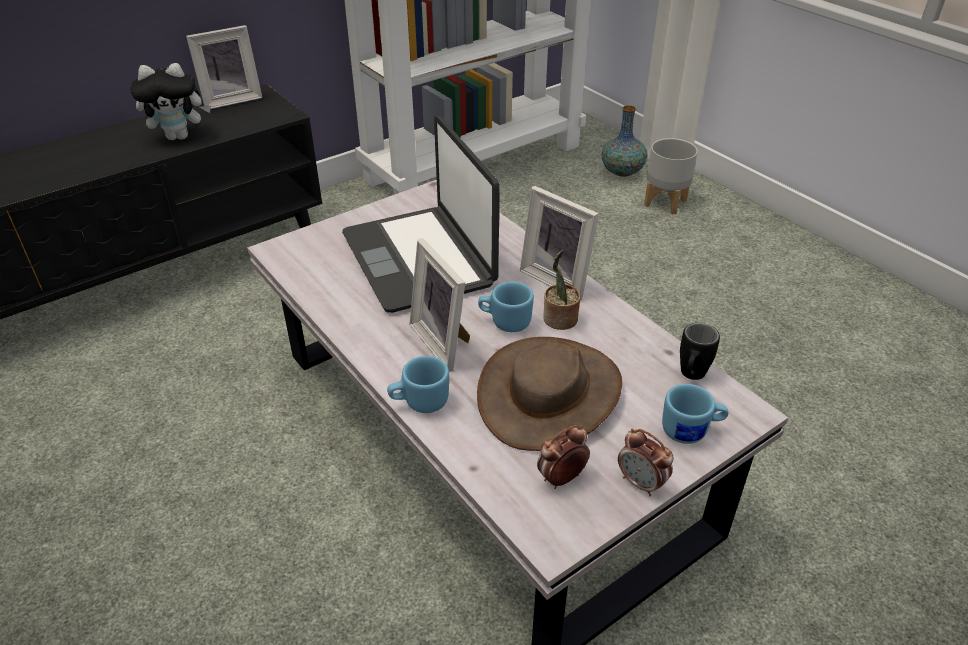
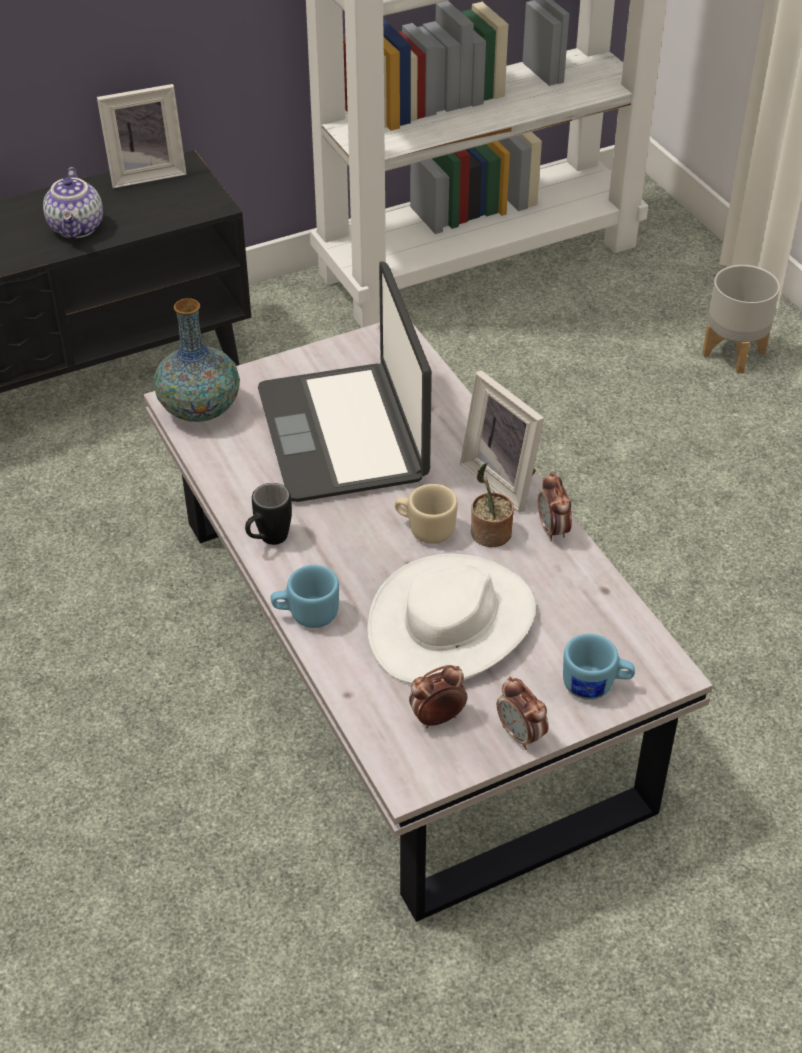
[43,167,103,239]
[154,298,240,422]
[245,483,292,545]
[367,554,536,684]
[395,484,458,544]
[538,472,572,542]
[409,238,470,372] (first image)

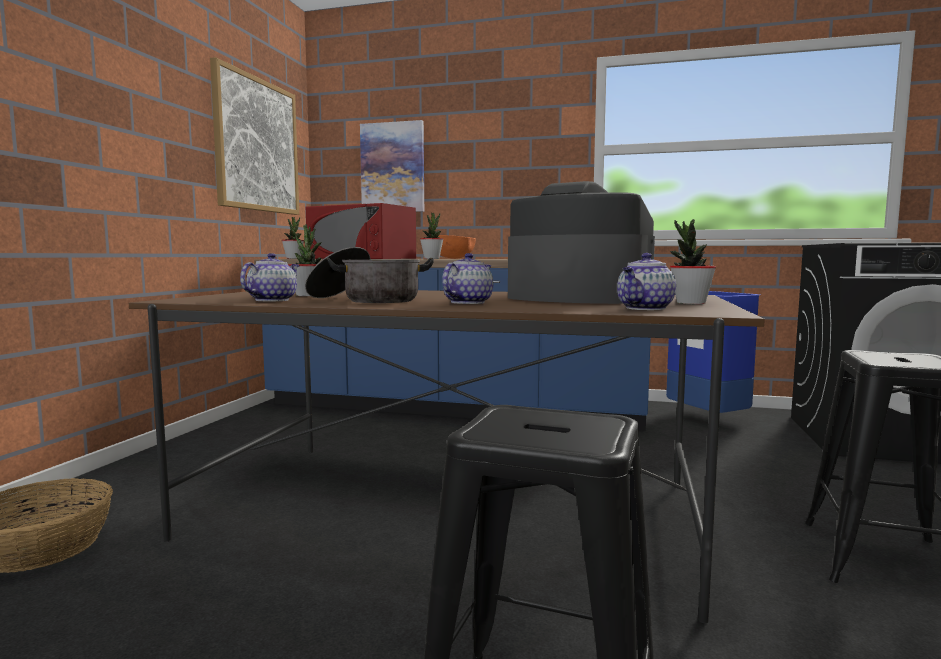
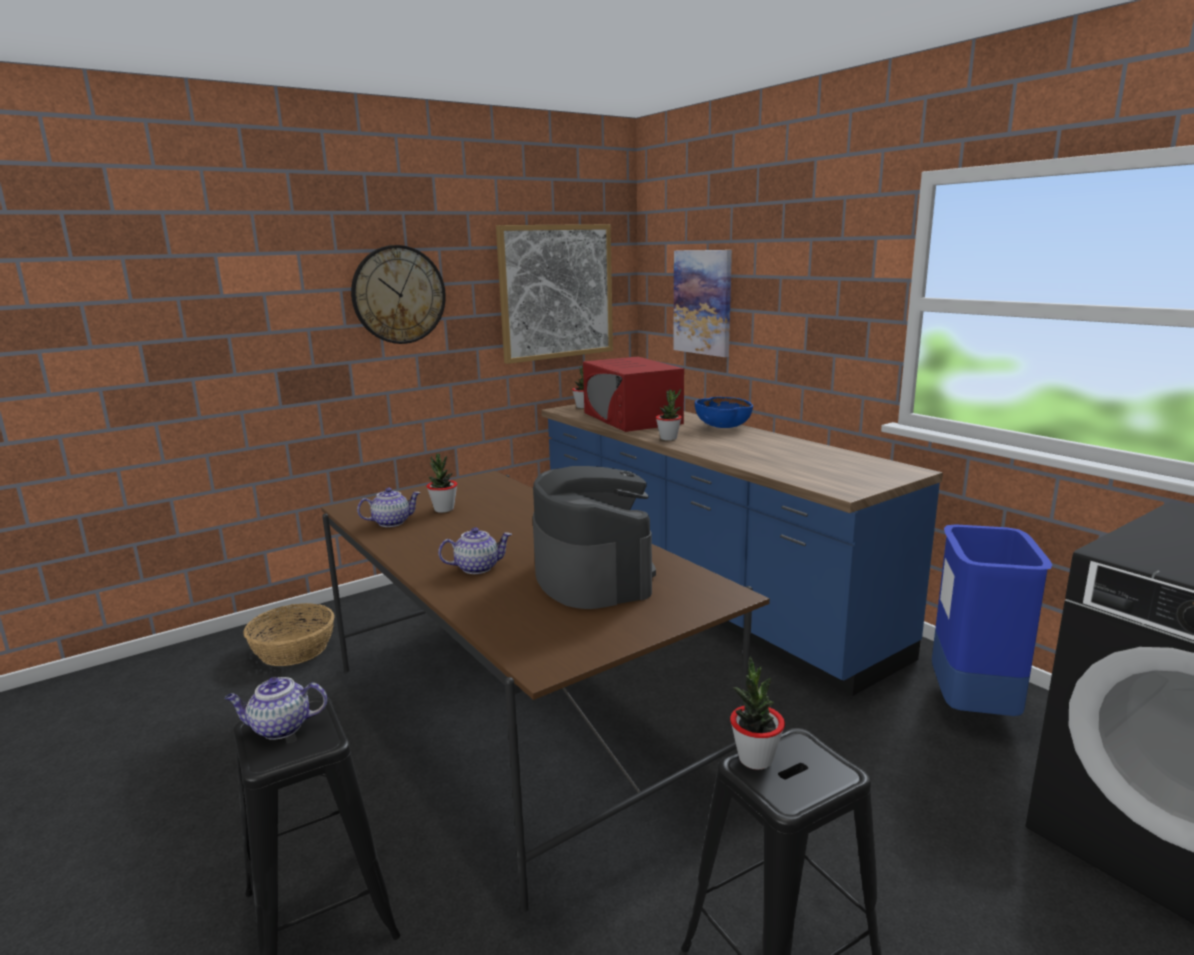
[225,677,327,740]
[351,245,446,344]
[695,397,753,428]
[730,656,785,770]
[305,247,434,303] (first image)

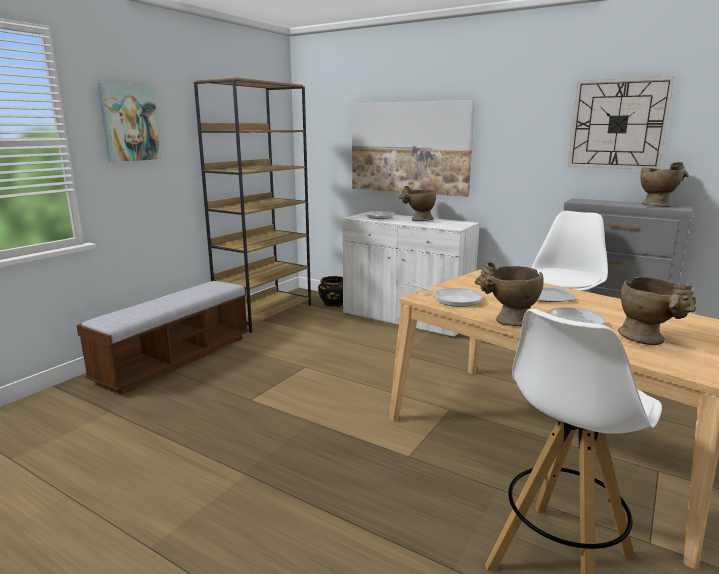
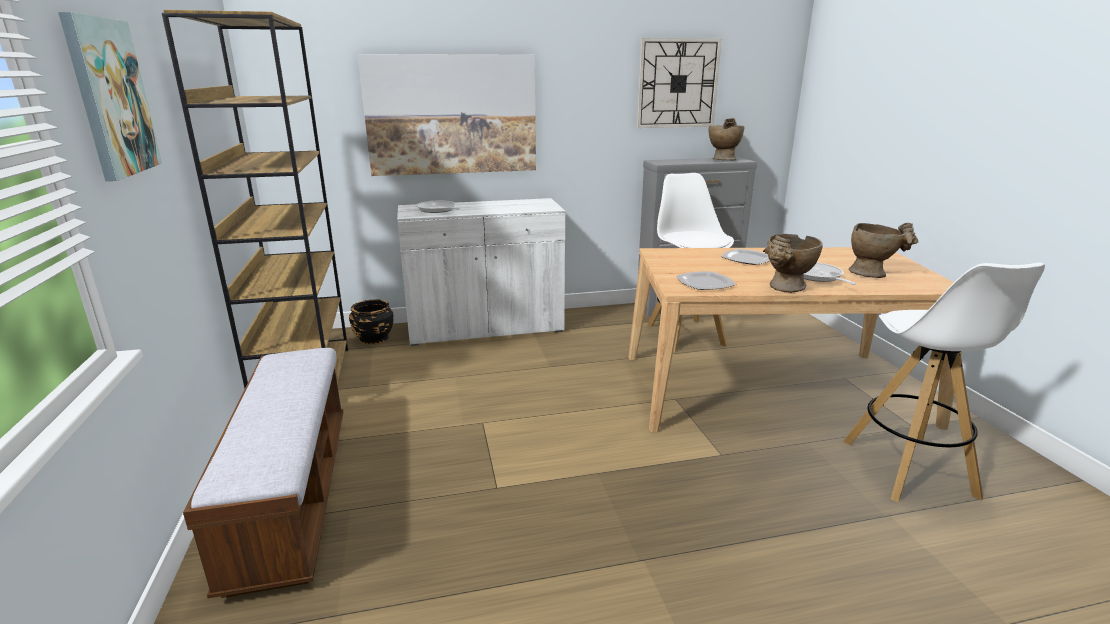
[676,271,736,290]
[399,186,436,221] (first image)

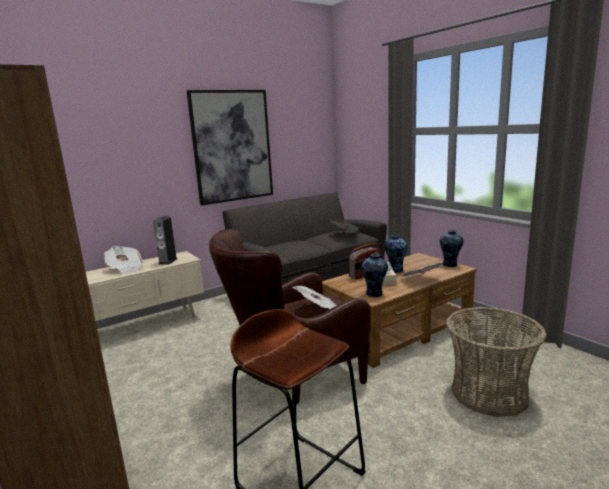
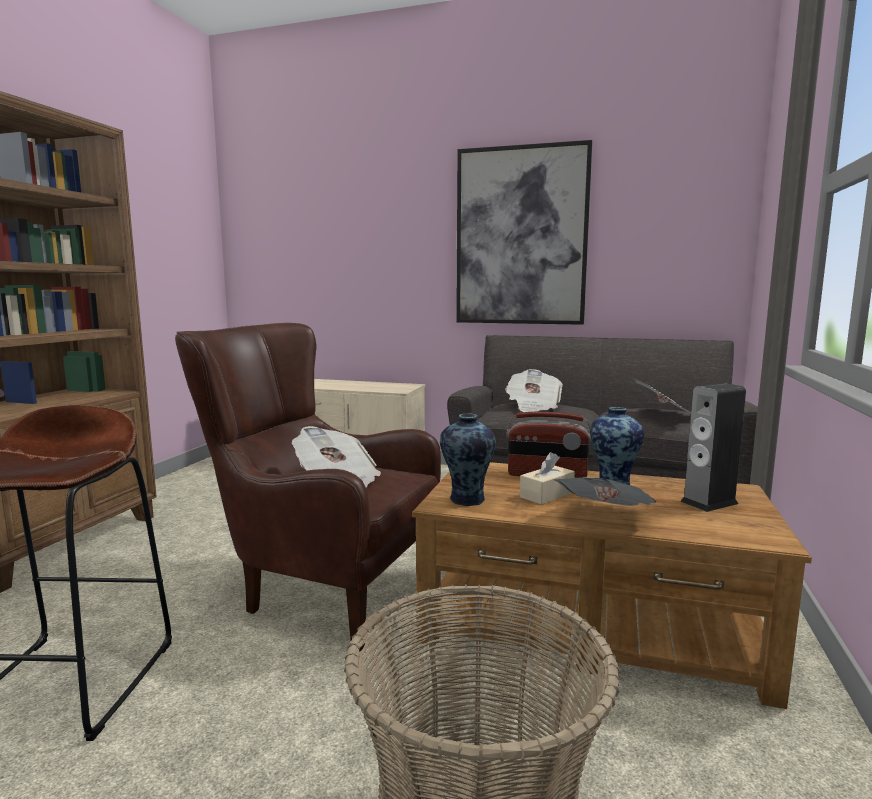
[505,369,563,412]
[680,383,746,512]
[440,230,464,267] (first image)

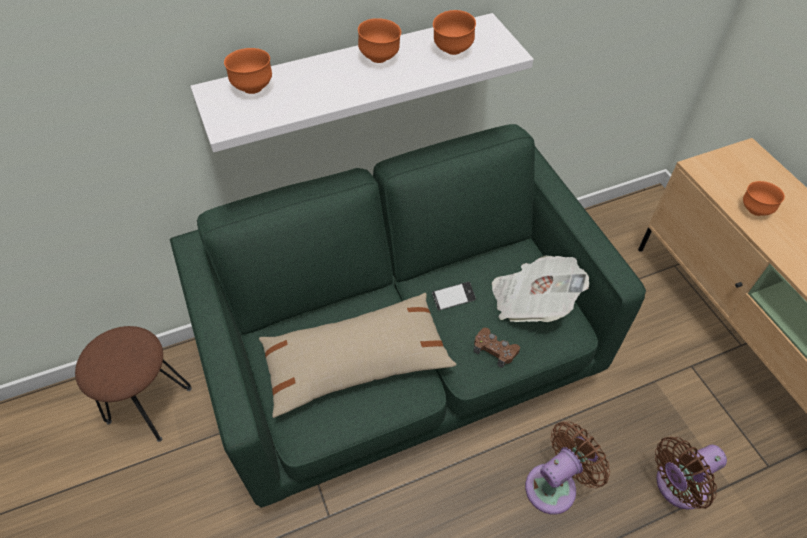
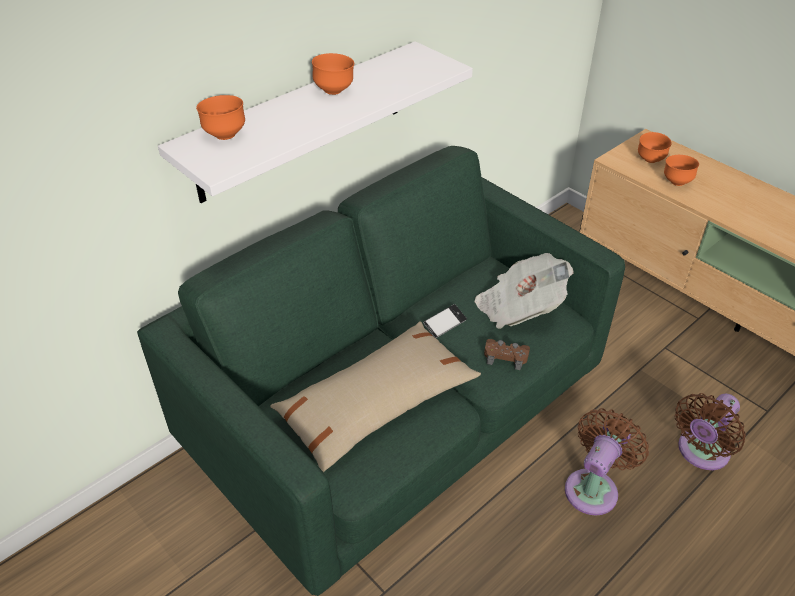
[638,132,672,163]
[75,326,192,442] (first image)

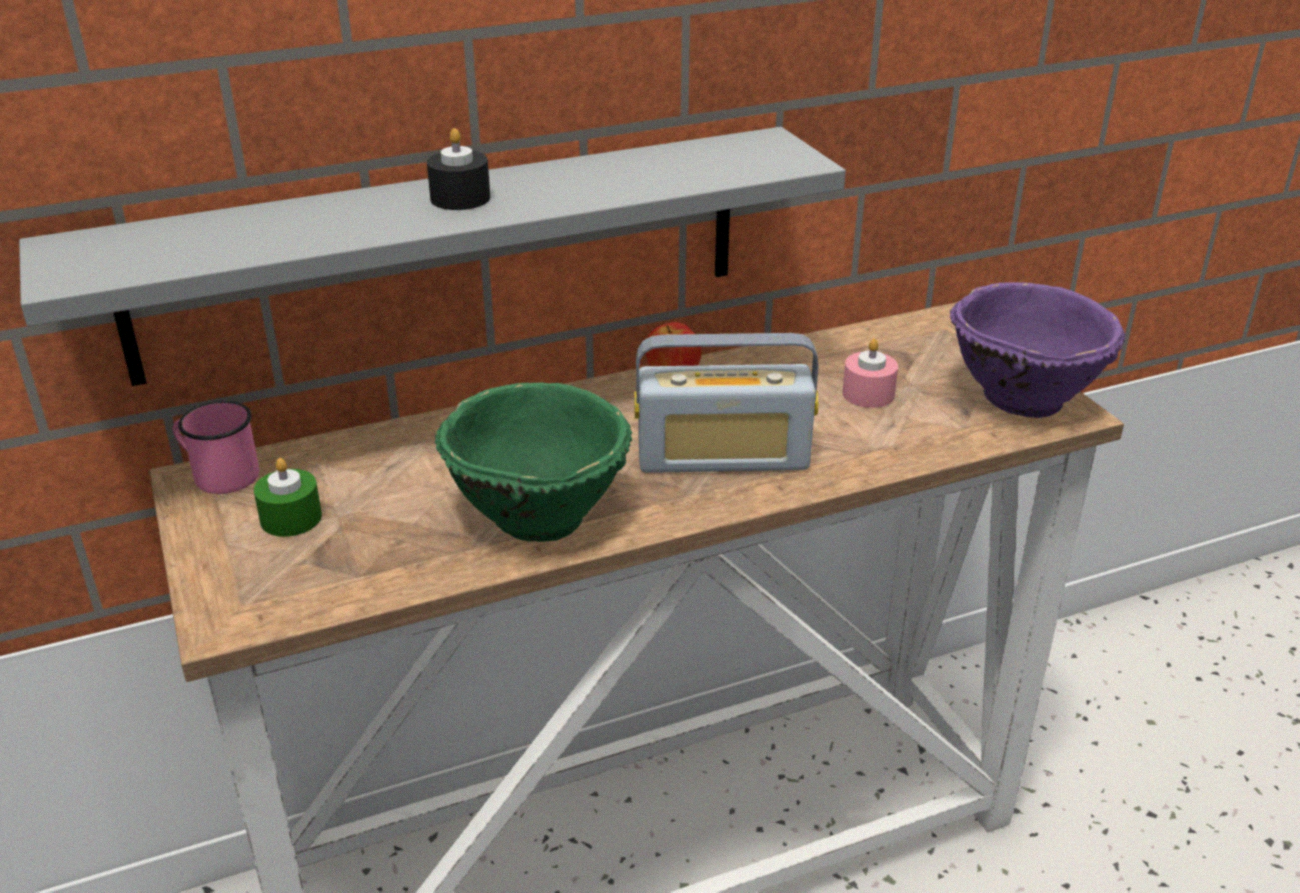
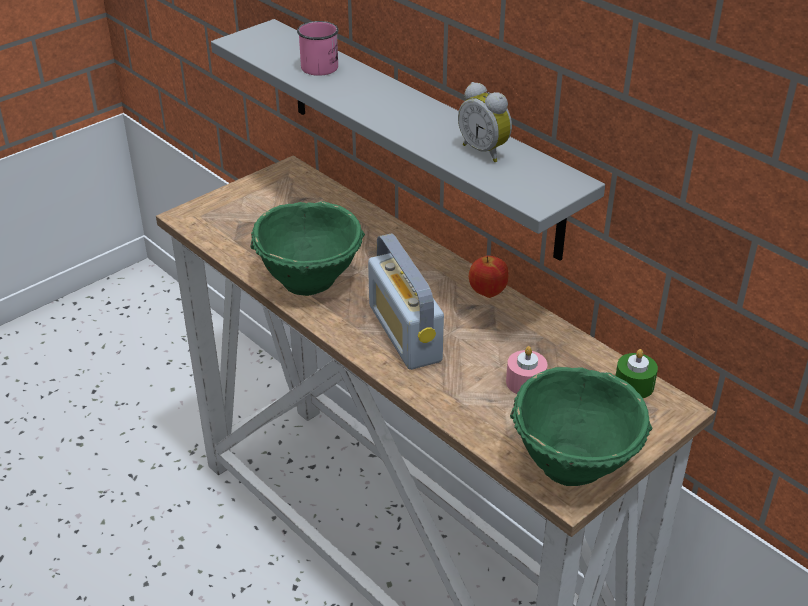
[297,21,339,76]
[458,82,512,162]
[510,367,653,486]
[616,349,658,398]
[427,128,490,210] (first image)

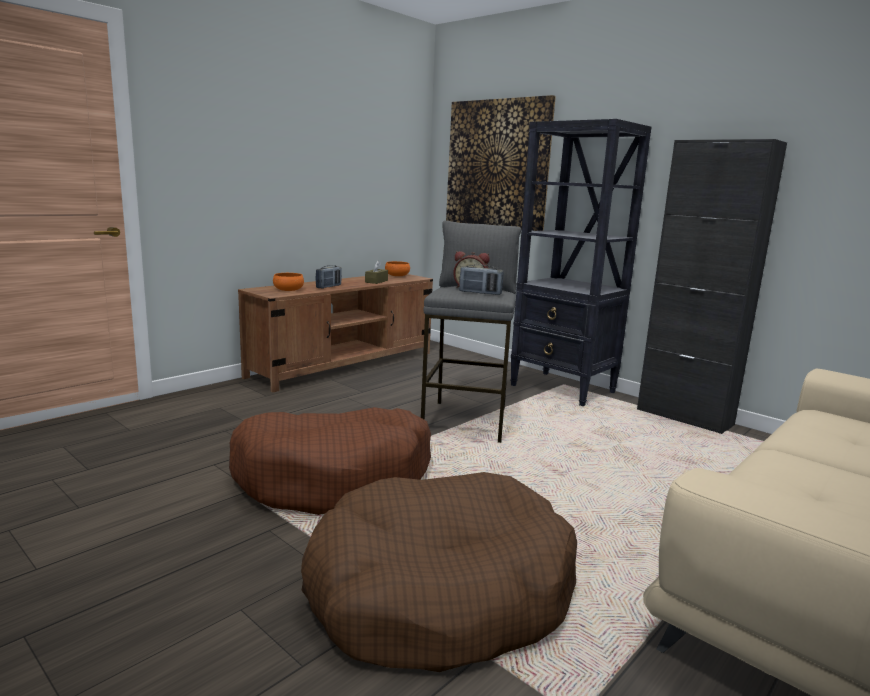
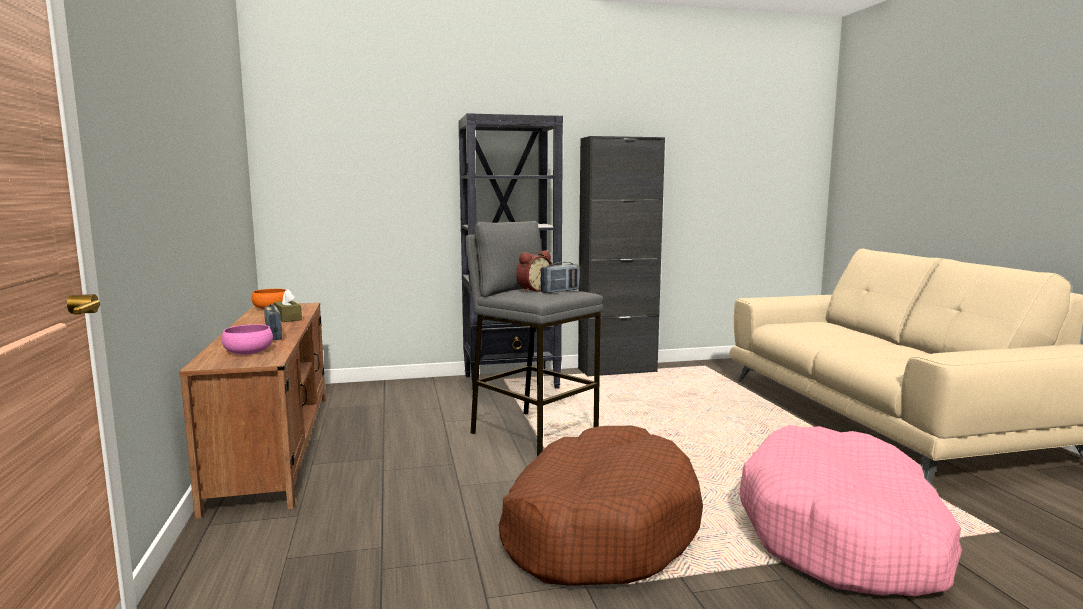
[222,324,273,355]
[740,425,962,596]
[446,95,556,231] (first image)

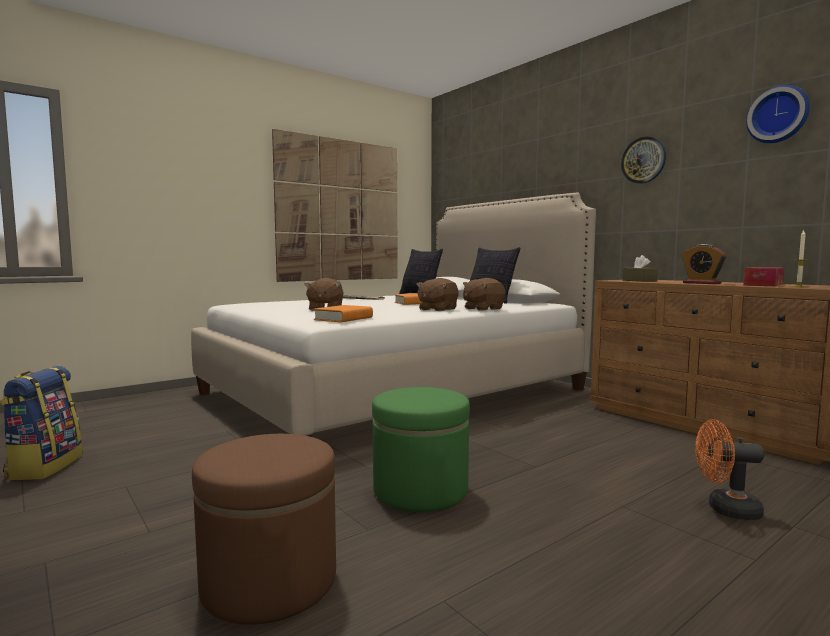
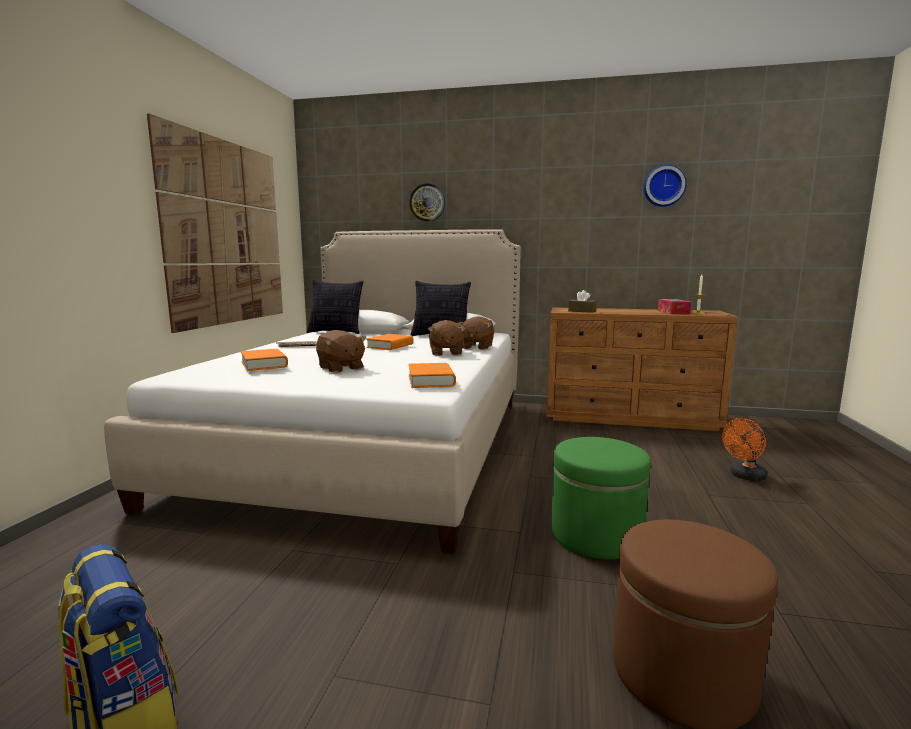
[241,349,288,371]
[409,183,445,222]
[682,244,726,284] (first image)

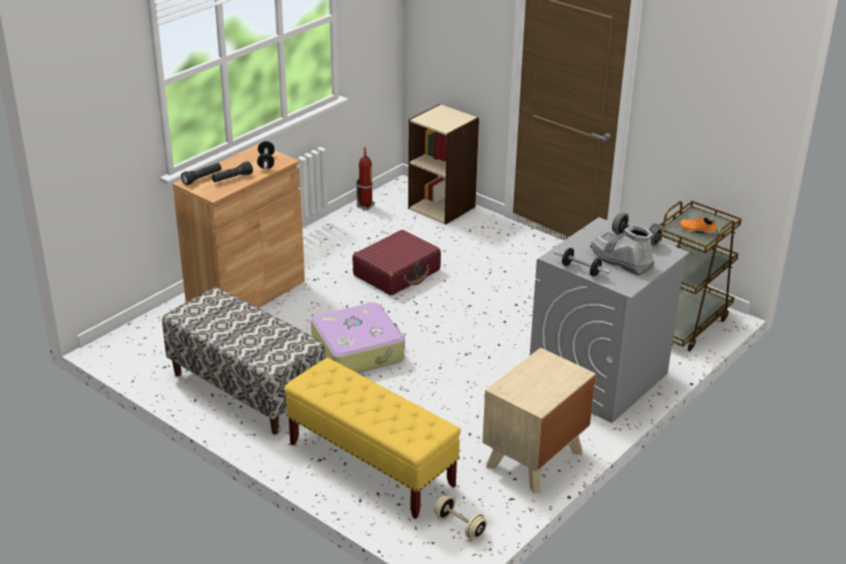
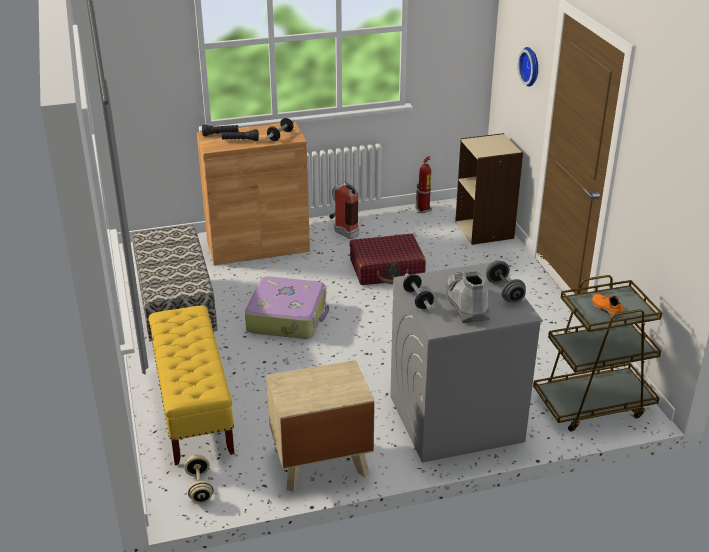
[329,181,359,239]
[518,47,538,87]

